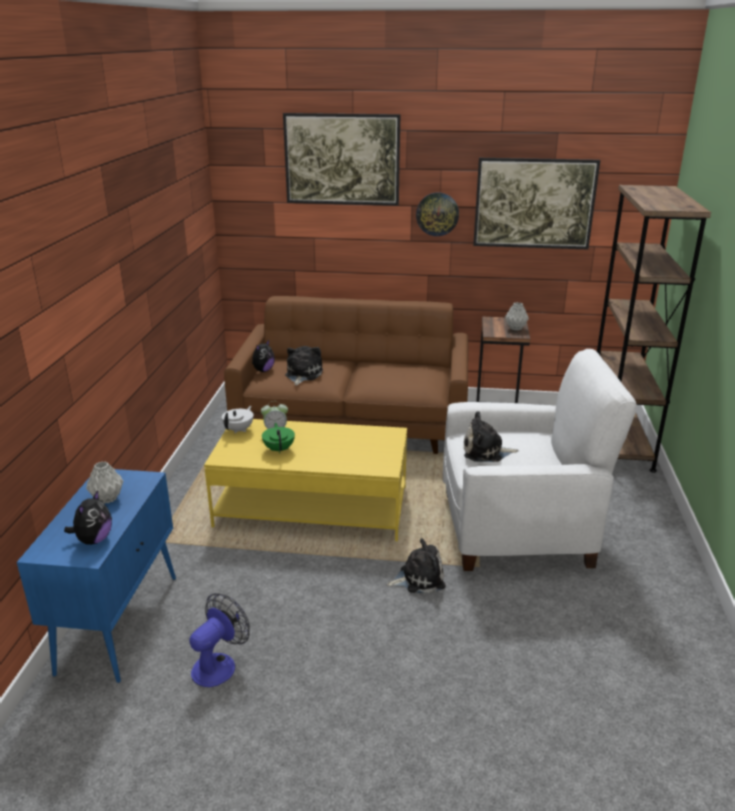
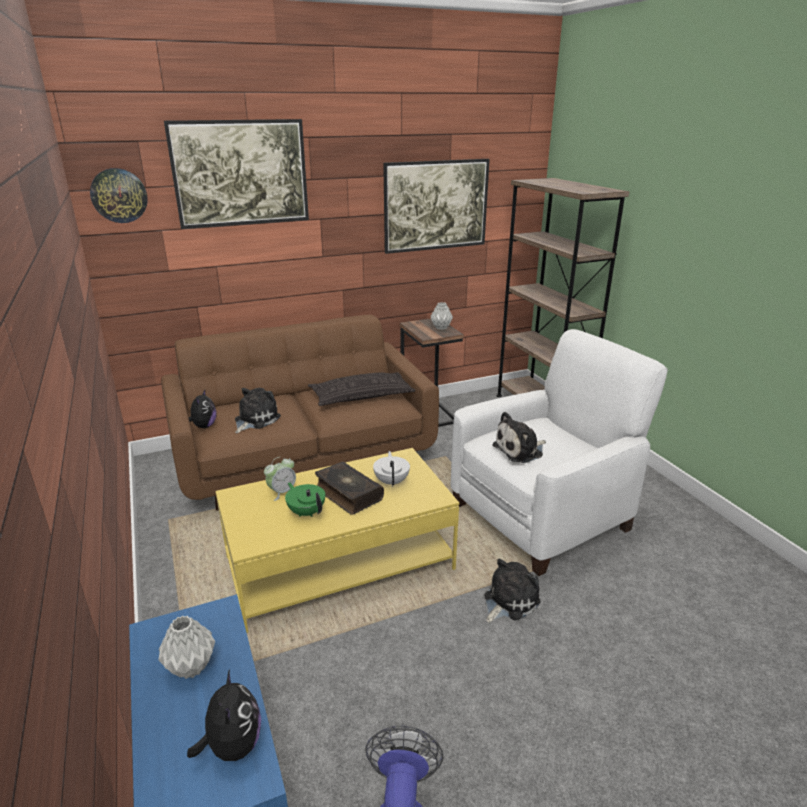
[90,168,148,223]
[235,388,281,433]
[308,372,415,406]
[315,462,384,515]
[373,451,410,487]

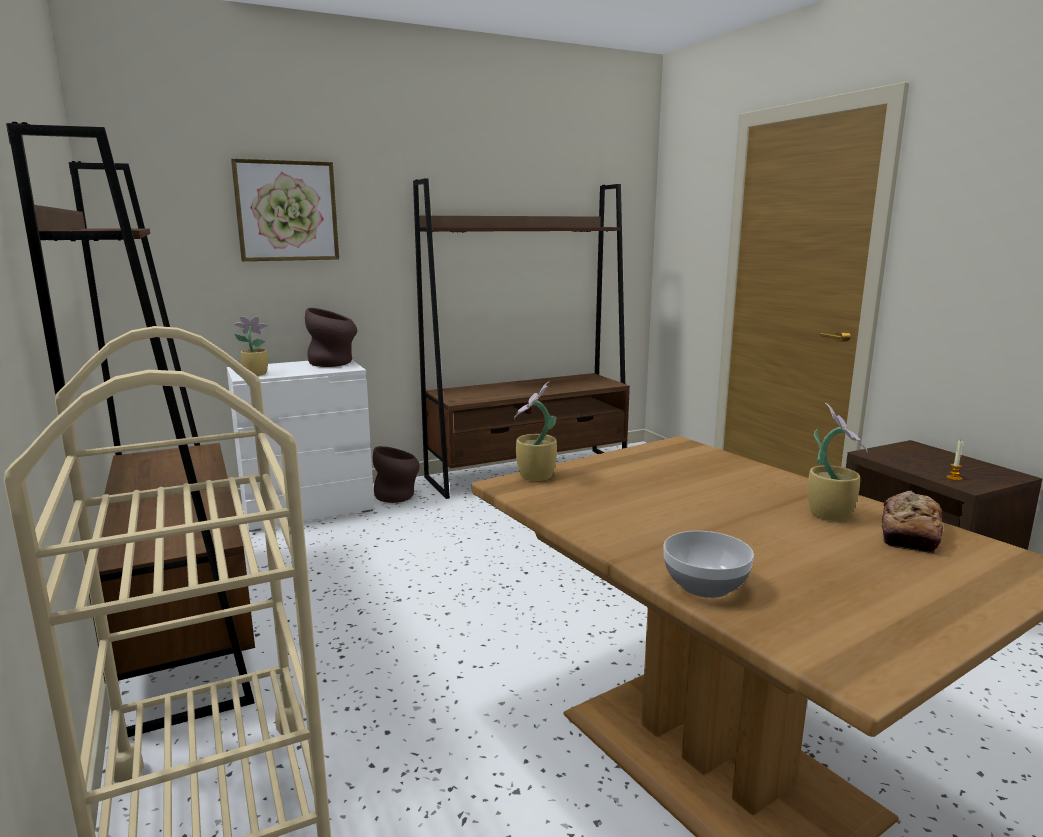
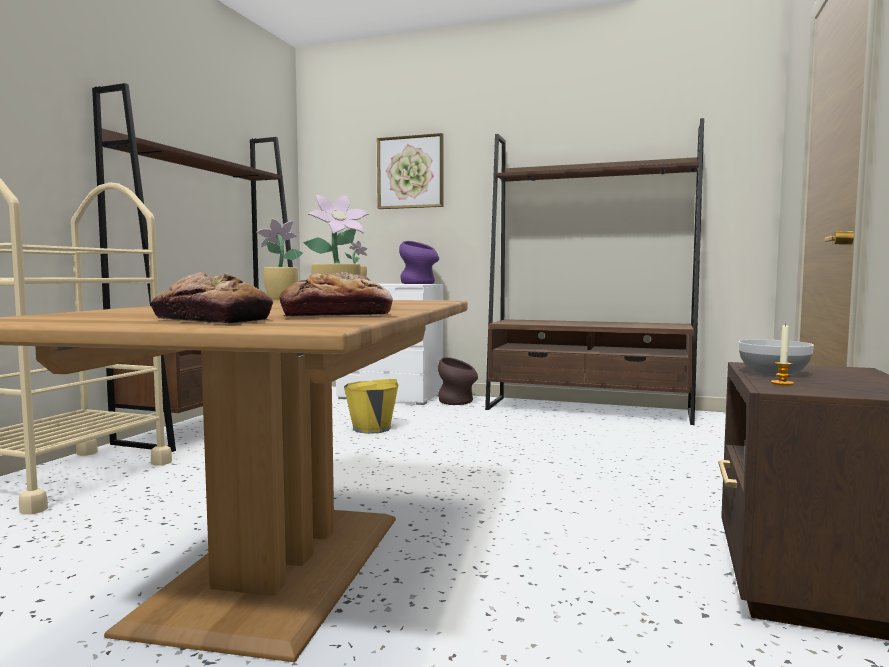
[151,272,273,323]
[344,379,399,434]
[399,241,439,284]
[738,340,814,376]

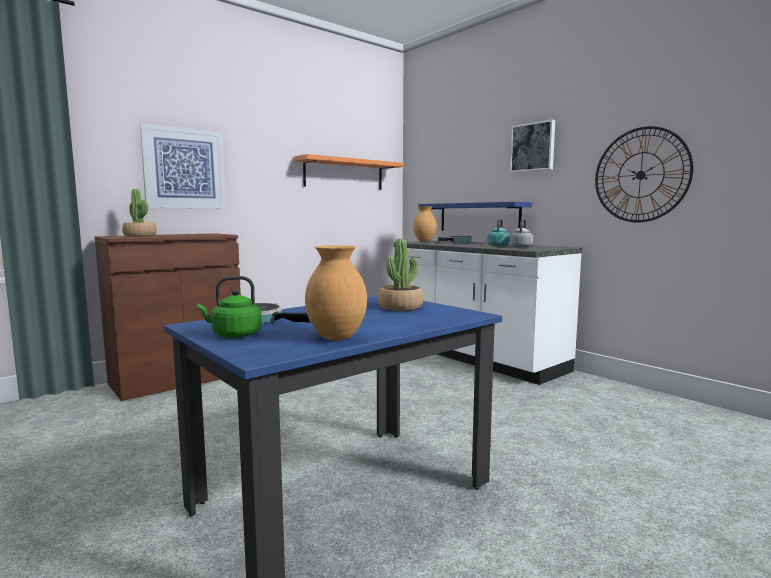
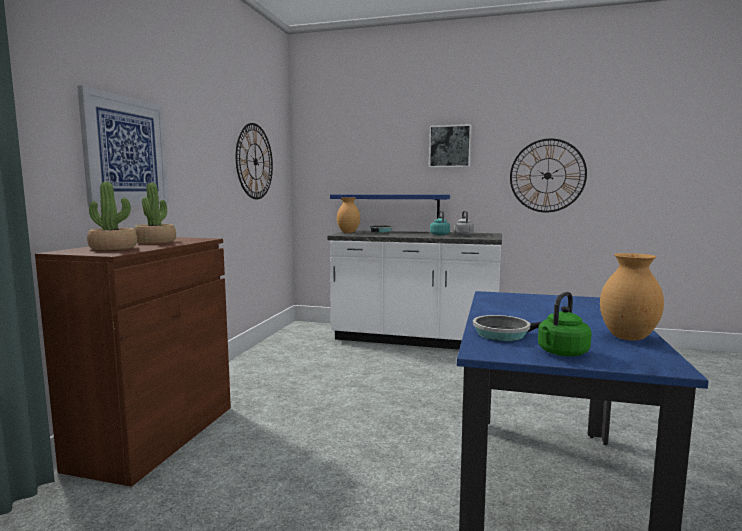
[134,183,176,244]
[236,123,273,199]

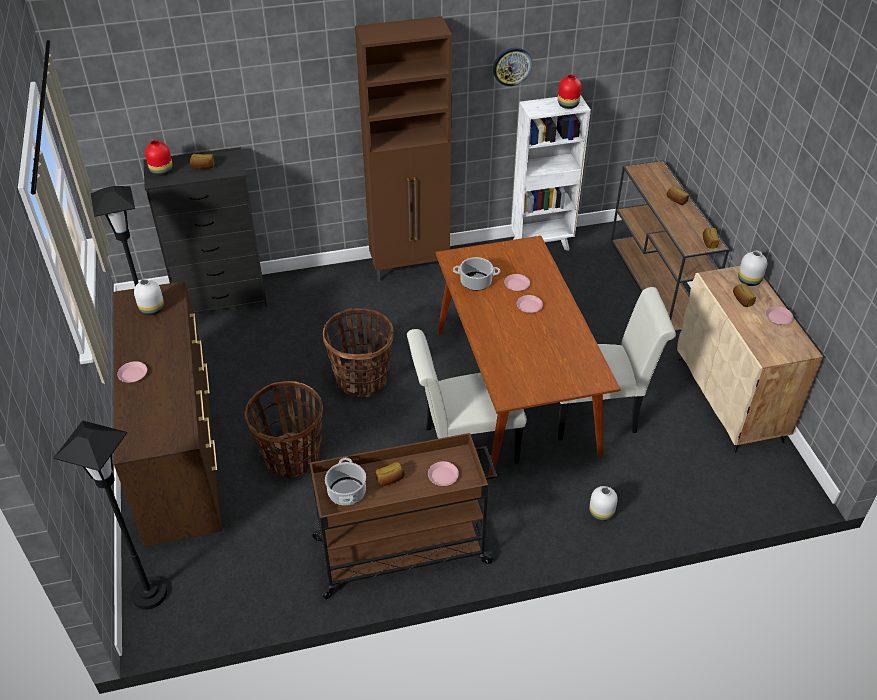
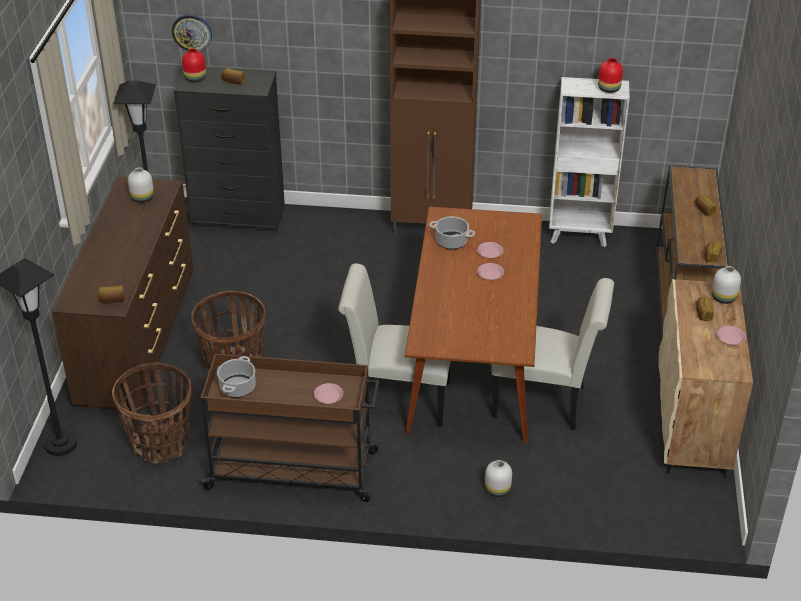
[98,285,125,303]
[112,362,192,464]
[172,14,212,52]
[117,361,147,383] (first image)

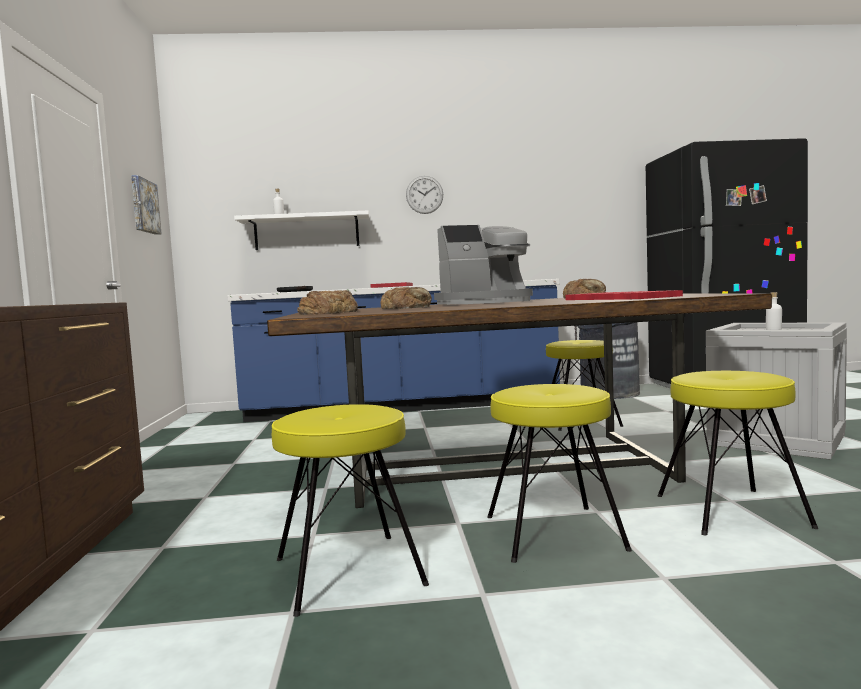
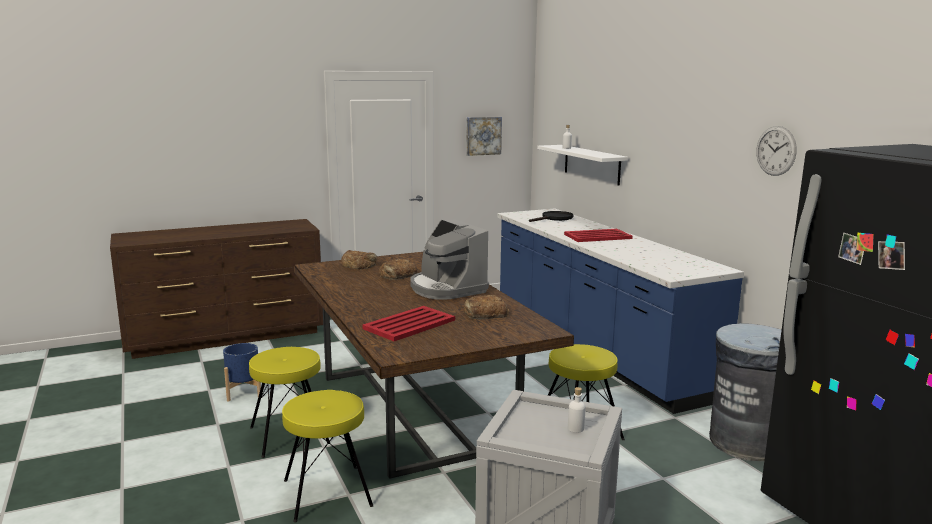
[223,343,261,402]
[756,126,797,176]

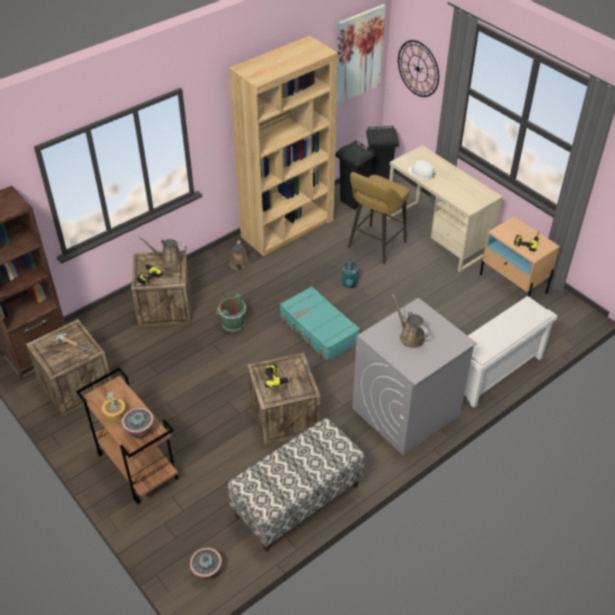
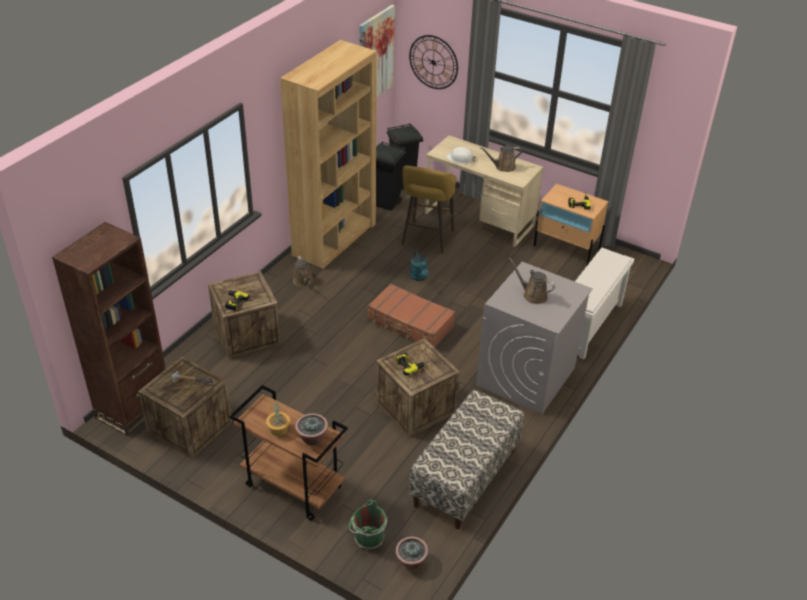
[348,500,387,550]
[368,284,455,348]
[480,146,522,172]

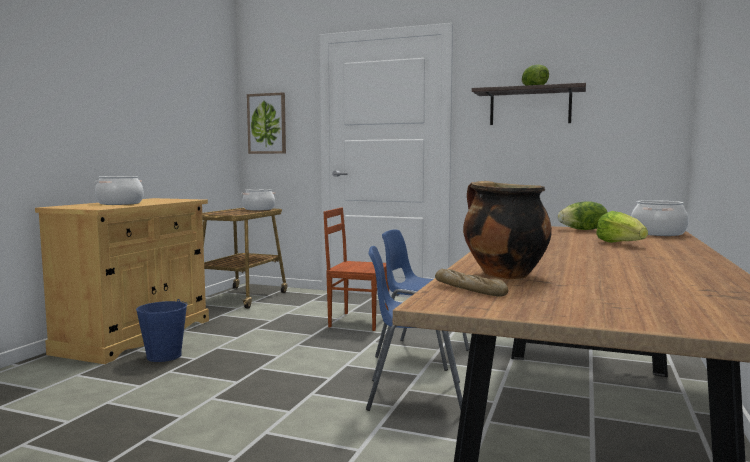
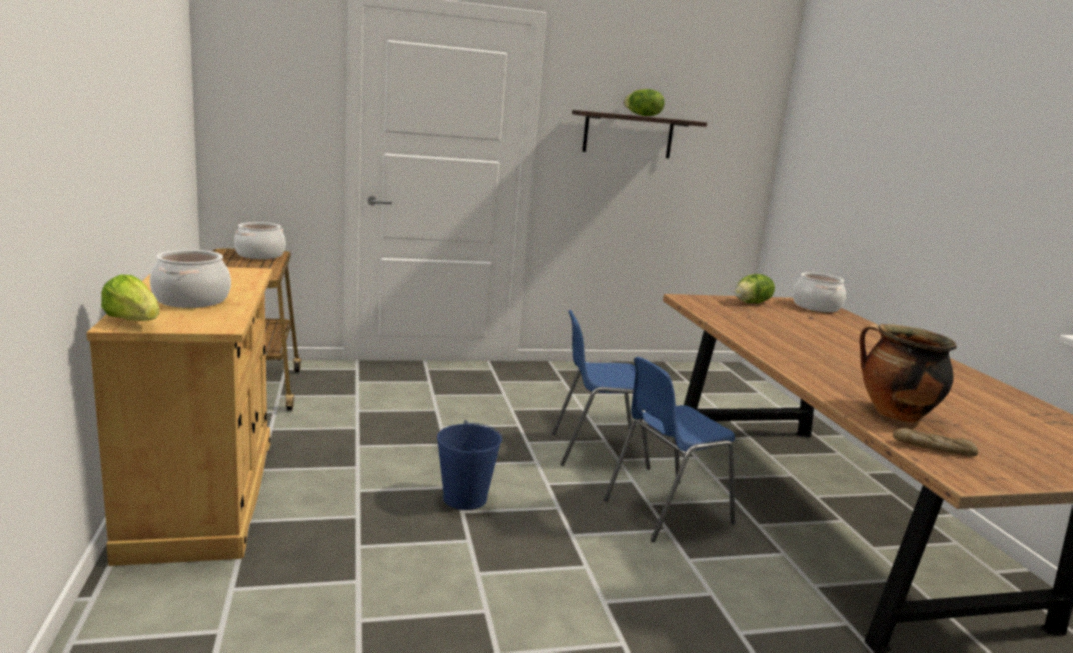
[101,274,159,321]
[437,420,502,510]
[247,92,286,154] (first image)
[323,207,389,331] (first image)

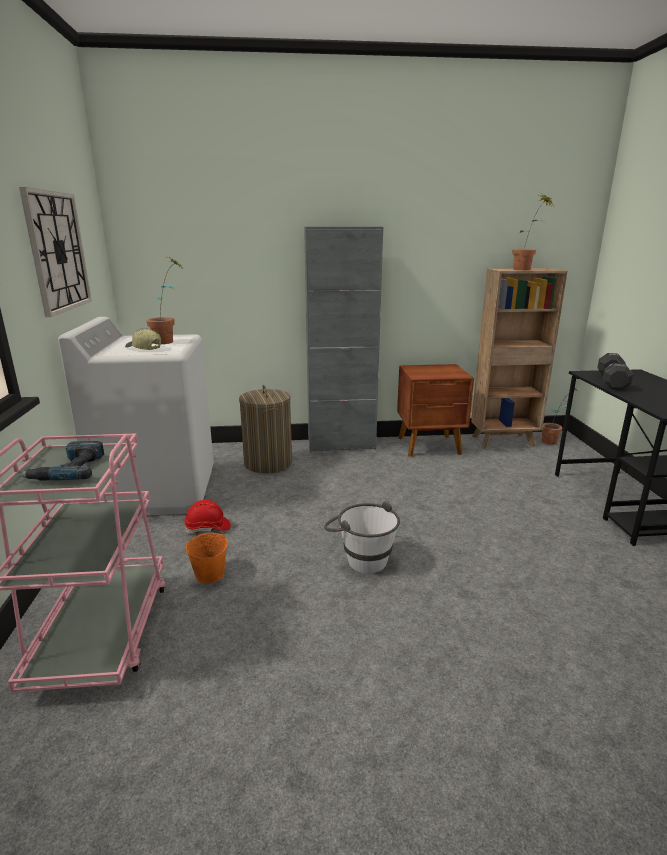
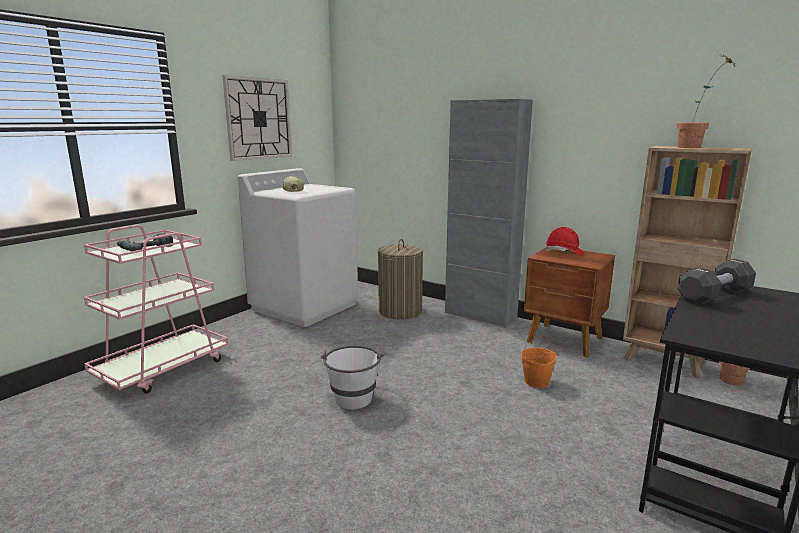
[521,335,557,388]
[544,227,584,256]
[146,257,182,344] (first image)

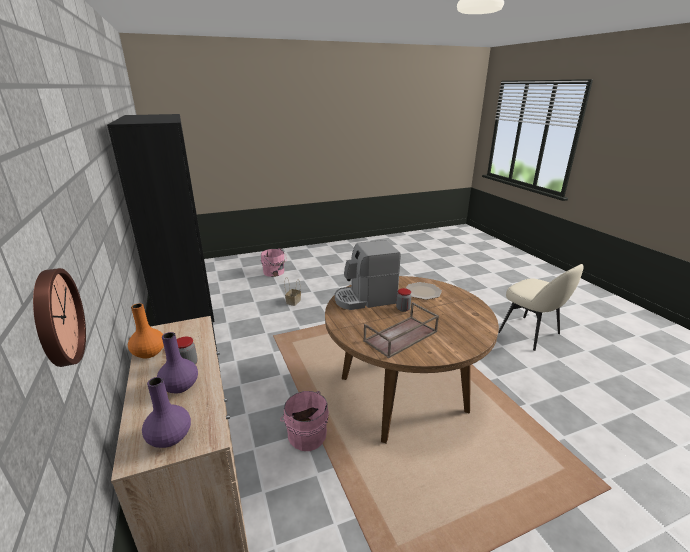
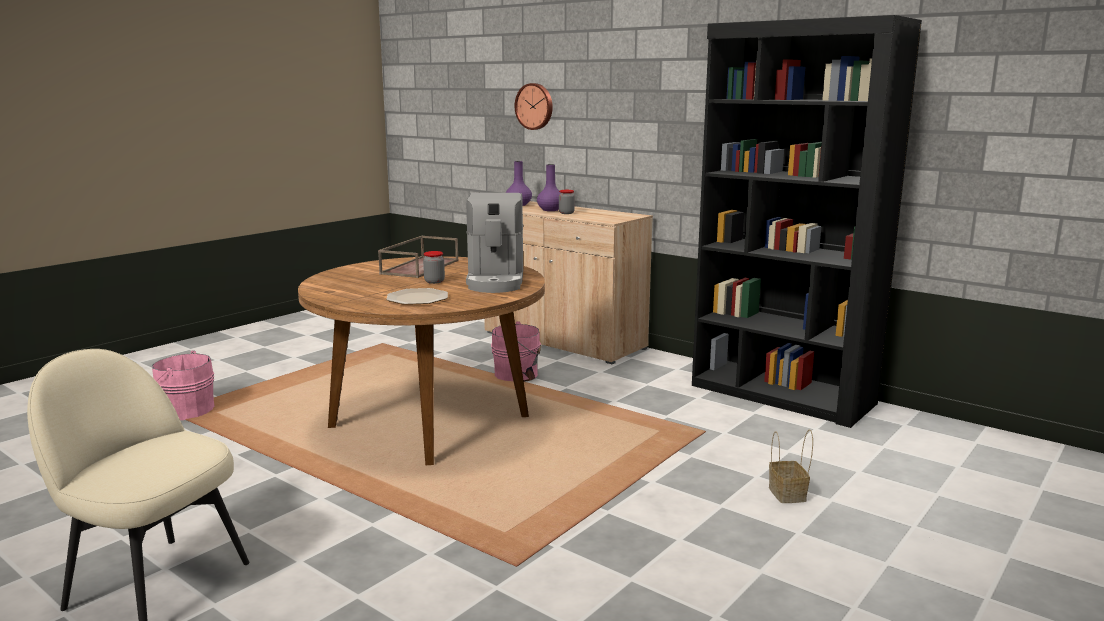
[152,351,214,420]
[466,193,523,293]
[128,303,164,358] (first image)

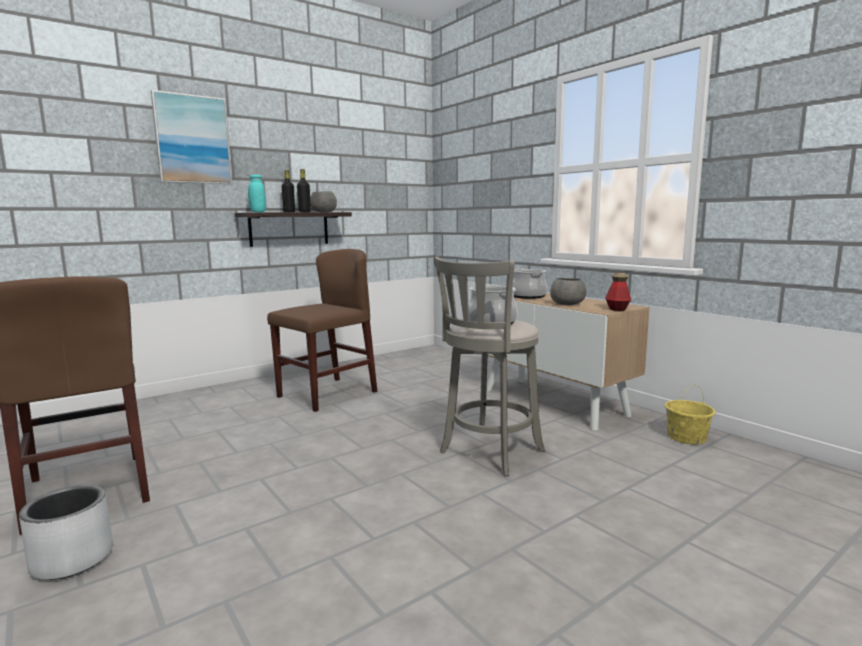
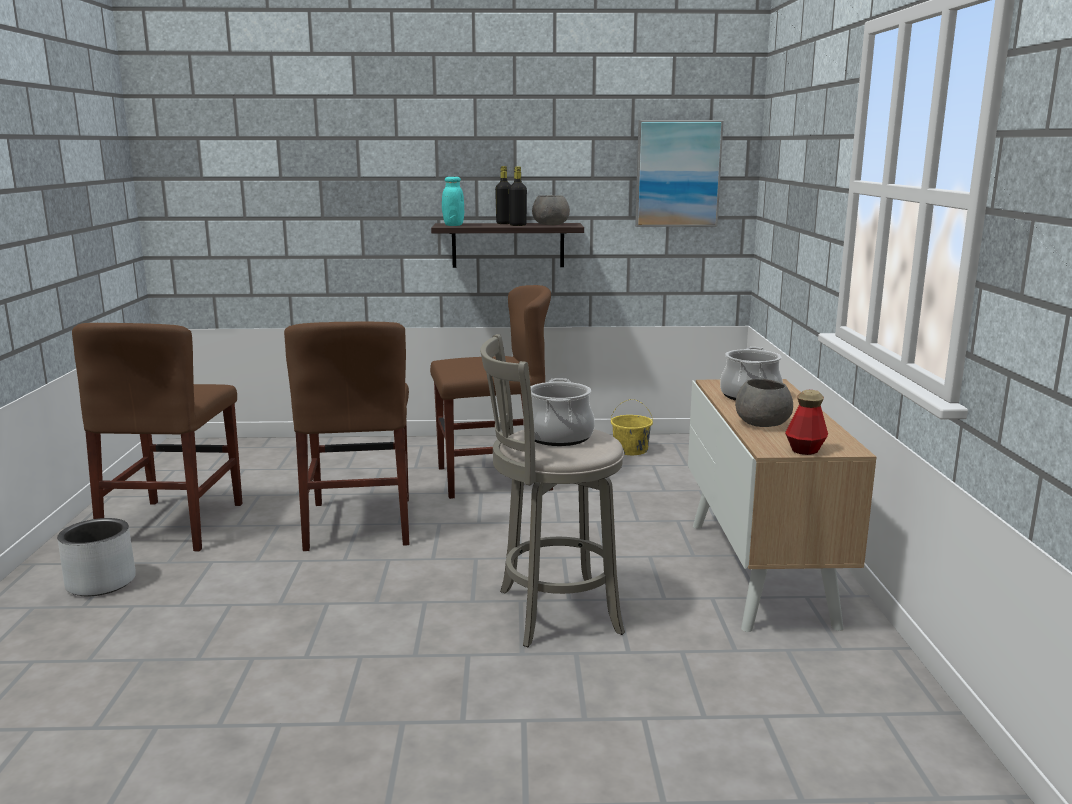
[284,322,409,551]
[611,399,653,455]
[635,120,724,227]

